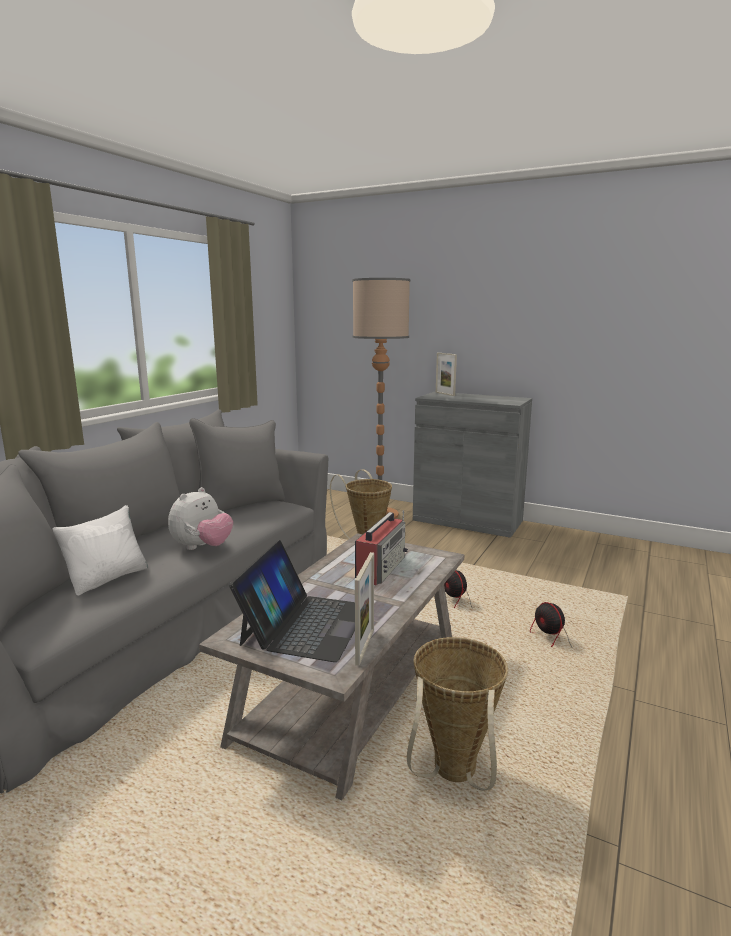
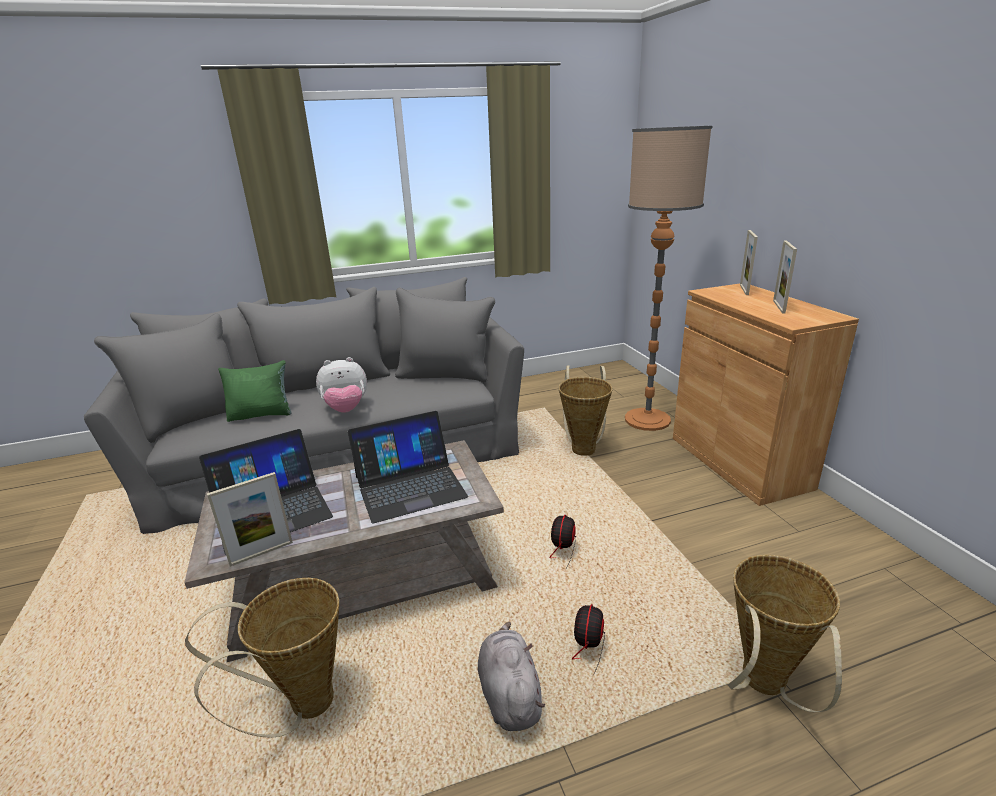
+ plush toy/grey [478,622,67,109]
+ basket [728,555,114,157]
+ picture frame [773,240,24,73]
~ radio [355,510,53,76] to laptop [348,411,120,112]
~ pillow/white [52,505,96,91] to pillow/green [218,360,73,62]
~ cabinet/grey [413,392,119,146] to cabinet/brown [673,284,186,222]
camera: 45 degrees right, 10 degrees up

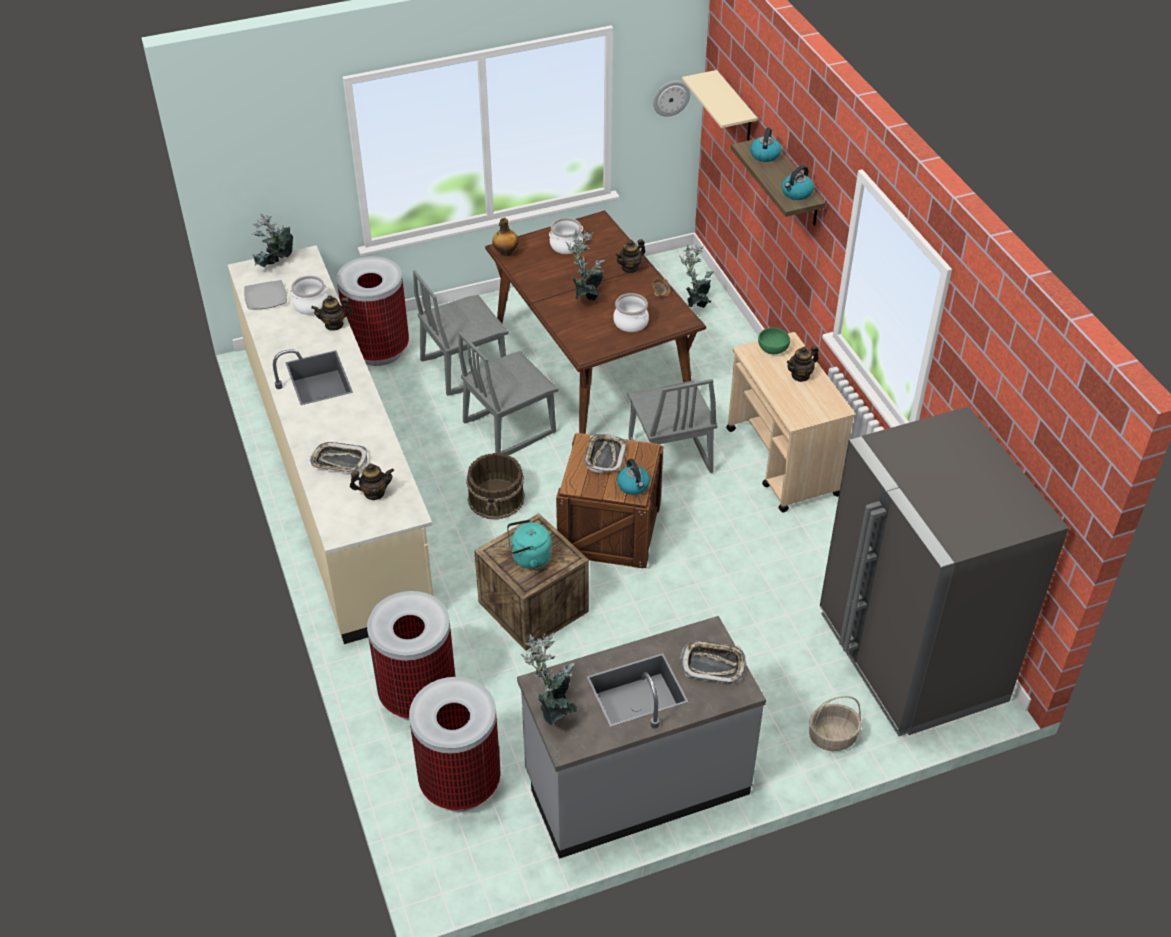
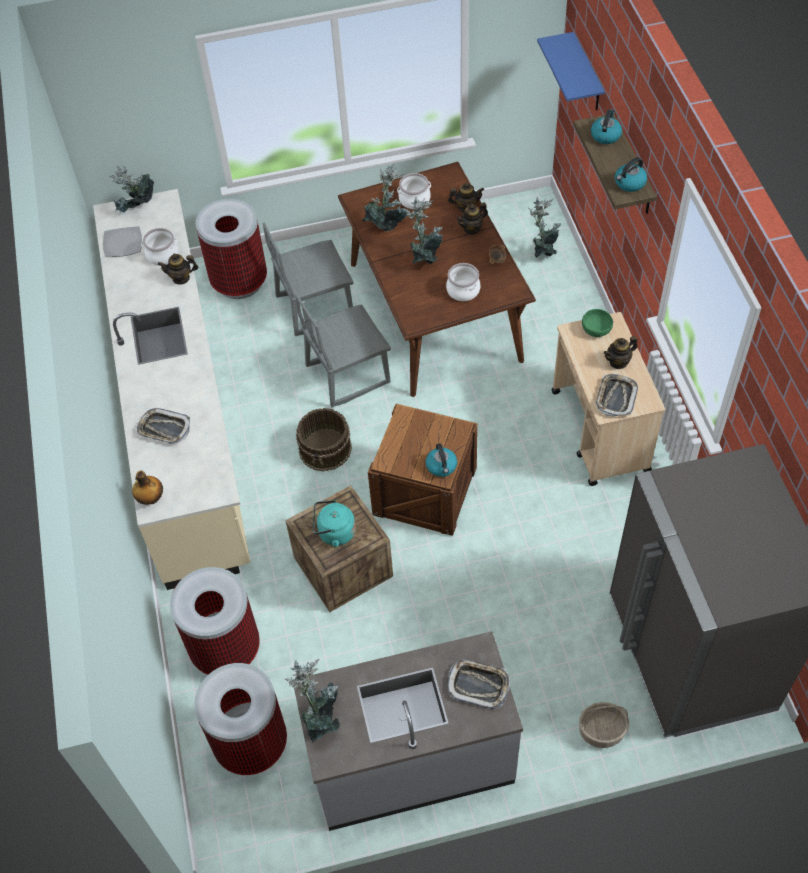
- chair/grey [628,379,90,94]
- wall clock [653,81,37,36]
+ potted plant [362,163,49,69]
~ teapot [350,463,44,37] to [448,182,36,30]
~ bottle [492,218,26,38] to [132,471,31,34]
~ tray [584,434,42,40] to [596,374,42,43]
~ shelf/beige [682,70,75,71] to shelf/blue [537,32,68,78]
camera: 10 degrees right, 10 degrees up

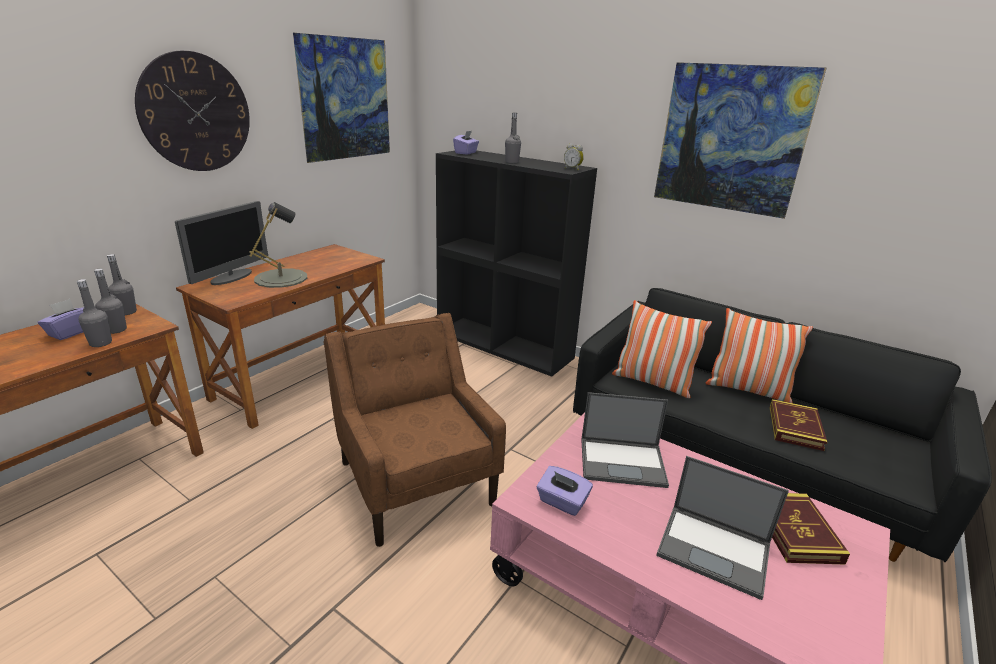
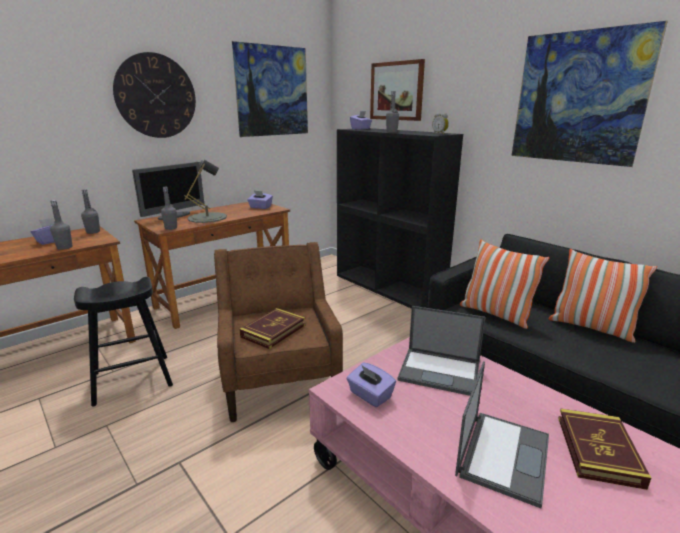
+ stool/black [74,277,99,129]
+ tissue box/purple [247,191,26,18]
+ picture [370,59,55,62]
~ bottle/grey [94,268,33,66] to [161,187,16,43]
~ book [770,399,57,52] to [239,308,66,41]
~ laptop [656,456,133,144] = [455,361,94,147] 105 degrees counterclockwise
camera: 15 degrees right, 5 degrees down

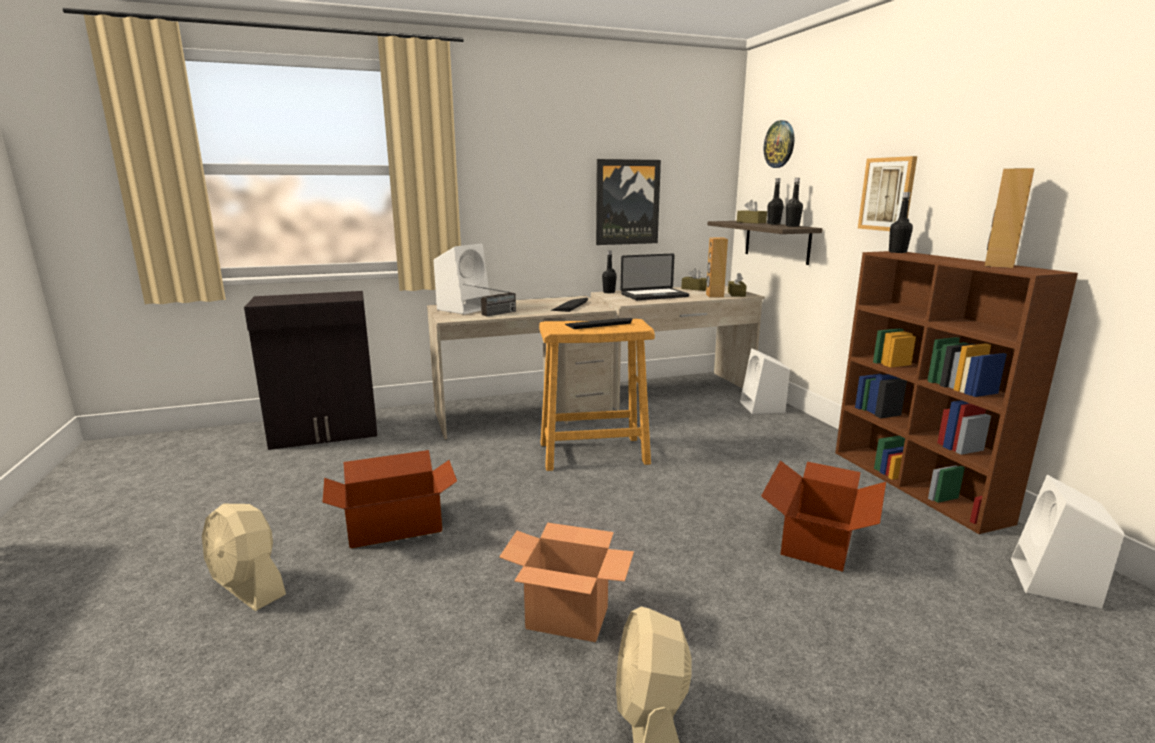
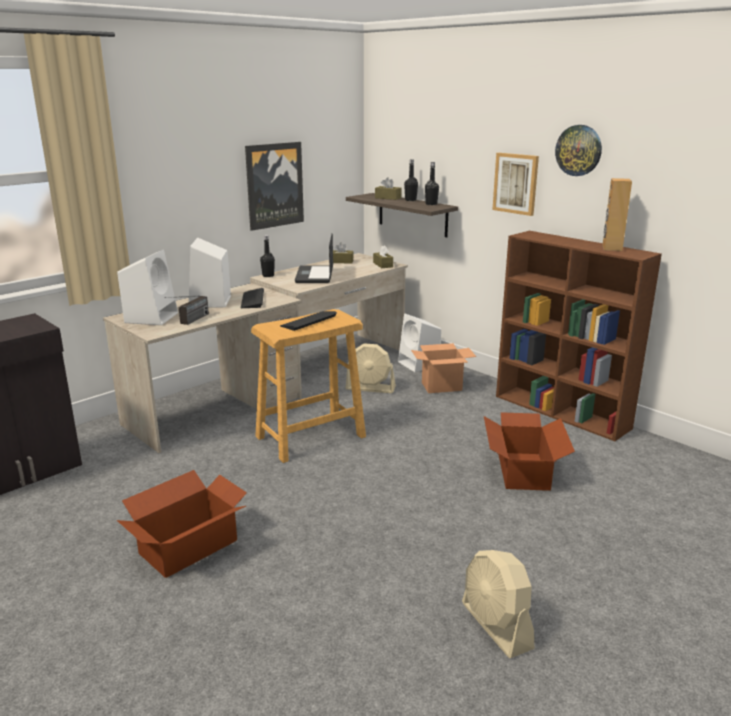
- speaker/brown [706,238,22,60]
- bottle/black [889,192,24,61]
~ fan/beige [202,504,84,107] to [346,344,50,49]
~ cardboard box [499,523,135,119] to [411,343,65,50]
~ wall clock [764,120,30,48] to [555,125,47,51]
~ speaker/white [1011,475,113,134] to [189,238,42,70]
~ laptop [621,253,68,47] = [295,234,38,49] 135 degrees clockwise
camera: 25 degrees left, 5 degrees up

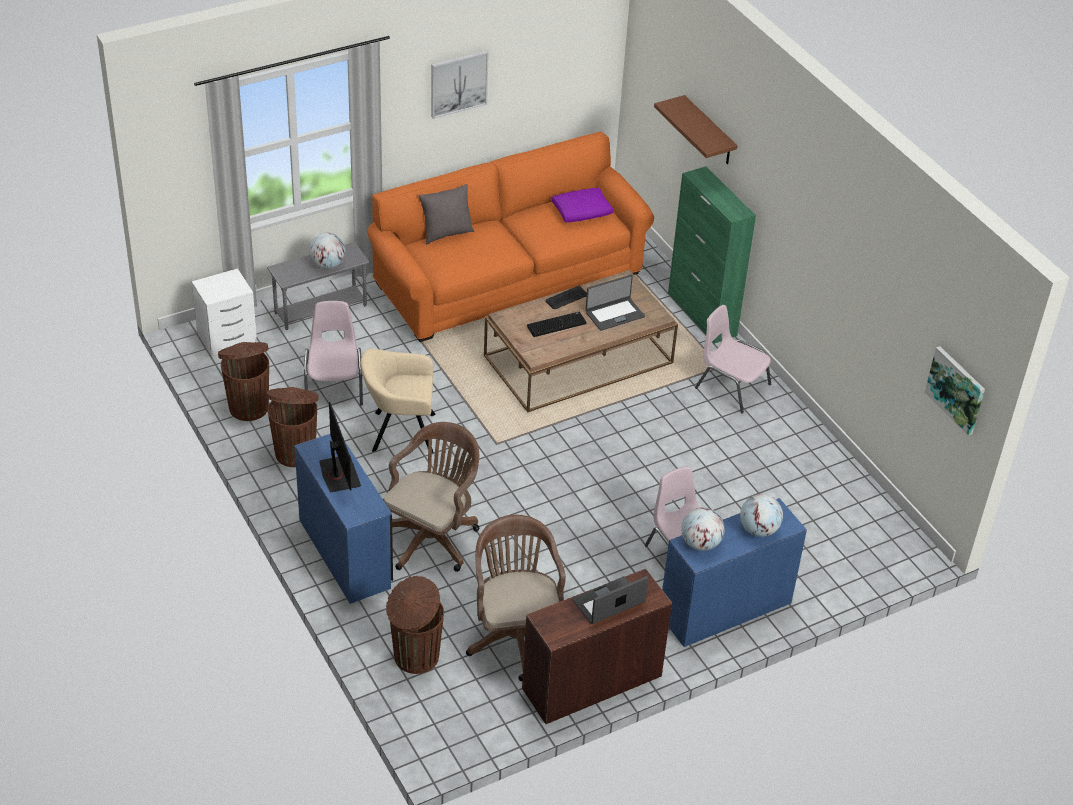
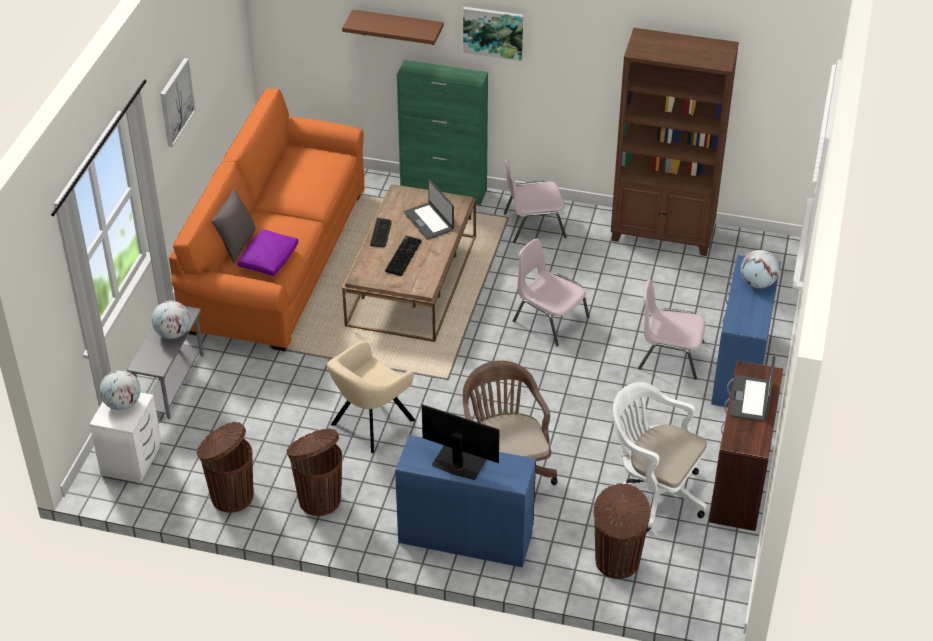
+ bookcase/brown [611,28,128,228]
~ chair/pink [304,301,59,105] to [513,239,77,108]
~ pillow/purple [551,188,63,35] to [237,229,61,47]
~ globe [681,507,44,44] to [99,370,42,40]
~ picture [925,346,60,90] to [463,7,60,54]
~ office chair/brown [466,514,100,167] to office chair/white [610,382,98,150]
~ laptop [585,275,60,56] = [403,179,51,61] 135 degrees clockwise
camera: 45 degrees left, 0 degrees up

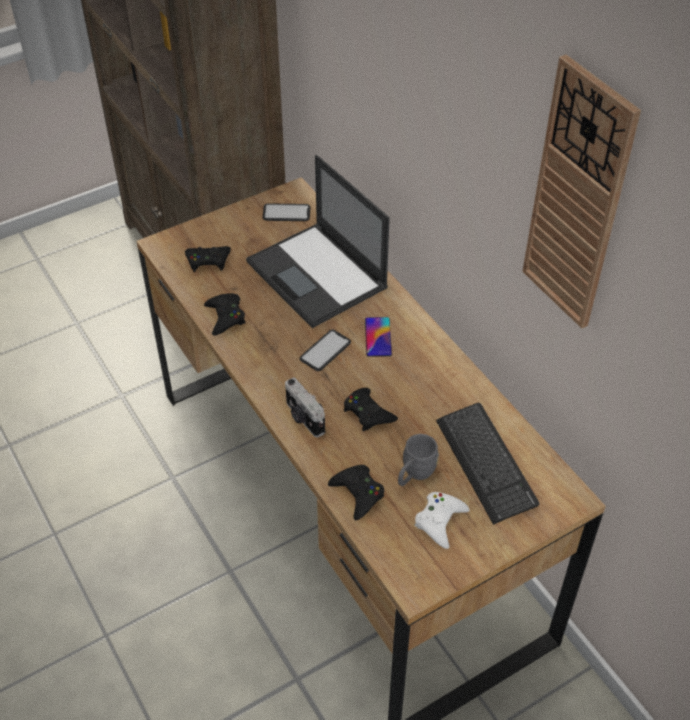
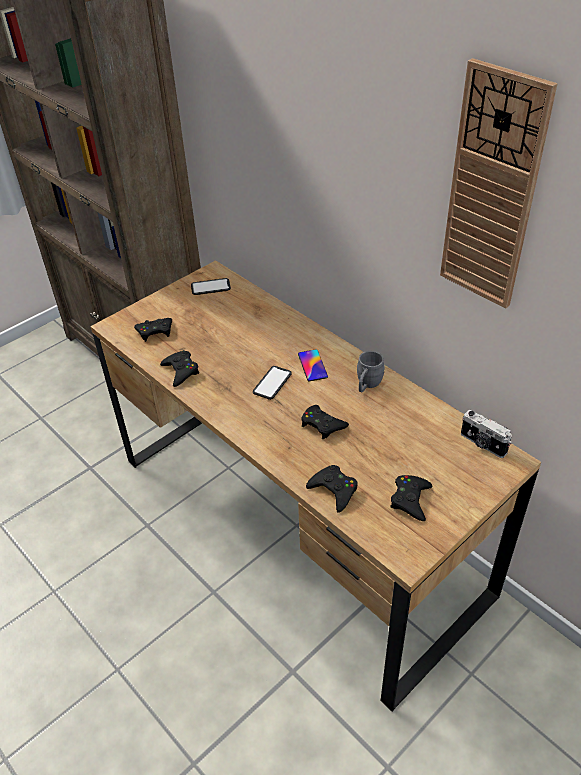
- laptop [246,155,144,173]
- keyboard [436,403,103,122]
~ photo camera [285,377,40,60] to [461,410,51,48]
~ mug/grey [398,434,41,52] to [357,351,28,41]
~ game controller/white [415,492,55,57] to game controller/black [390,475,42,46]
camera: 10 degrees left, 5 degrees down

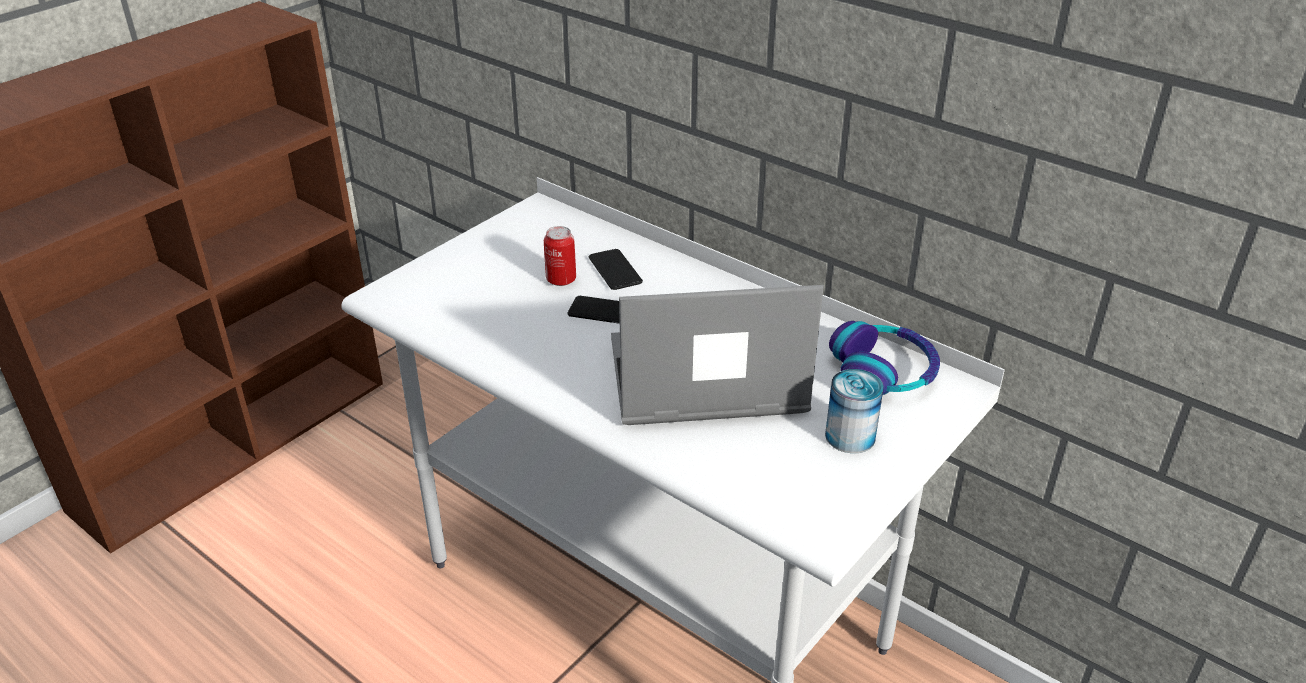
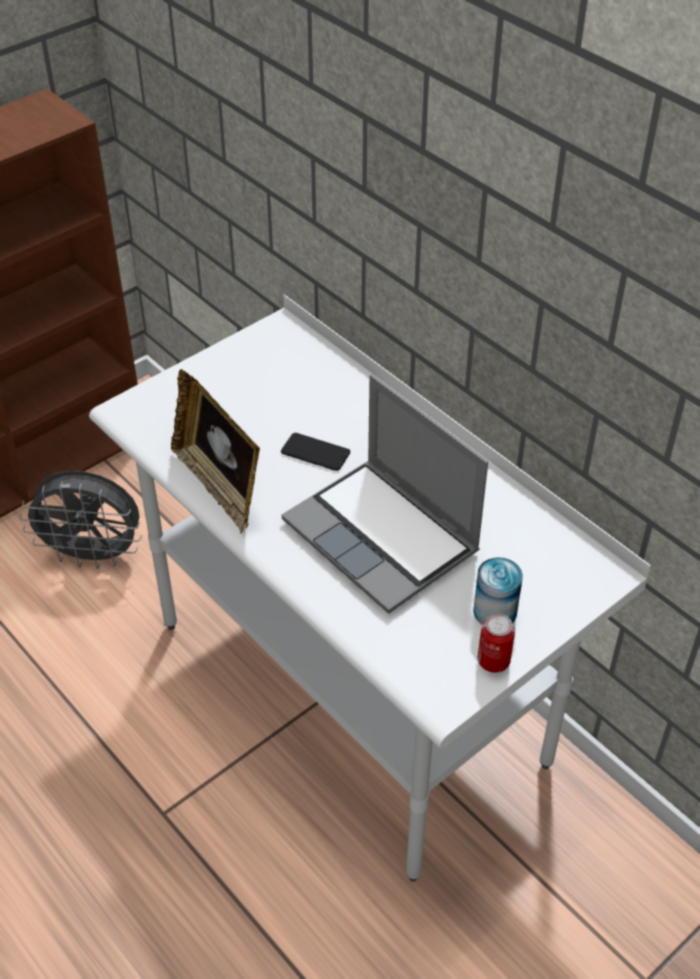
- phone [589,249,54,41]
- headphones [829,321,111,74]
+ fan/grey [19,471,123,98]
+ picture frame [171,369,89,164]
~ can [544,226,32,60] to [477,614,38,59]
~ laptop [611,285,213,140] = [282,375,206,239] 135 degrees counterclockwise
camera: 10 degrees right, 10 degrees up

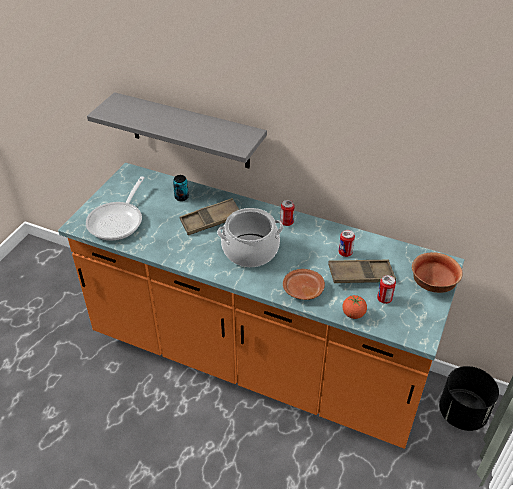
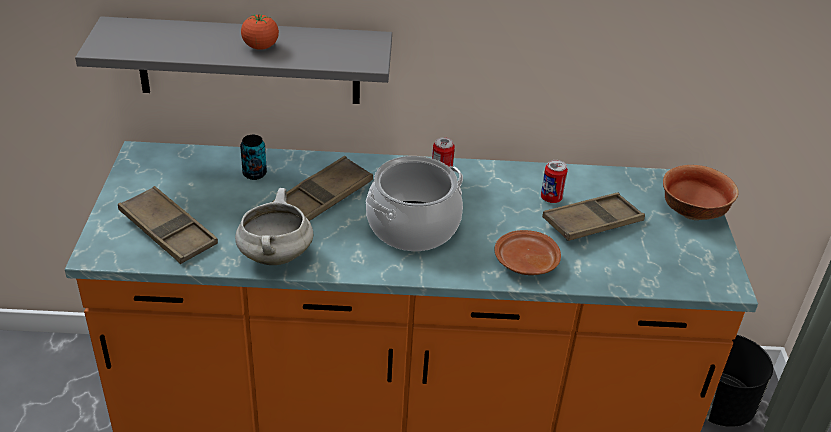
- can [377,275,19,29]
+ cooking pot/white [235,188,78,77]
~ tomato [342,295,25,24] to [241,14,38,36]
~ frying pan [86,176,59,65] to tray/brown [118,186,100,78]
camera: 25 degrees left, 5 degrees down

